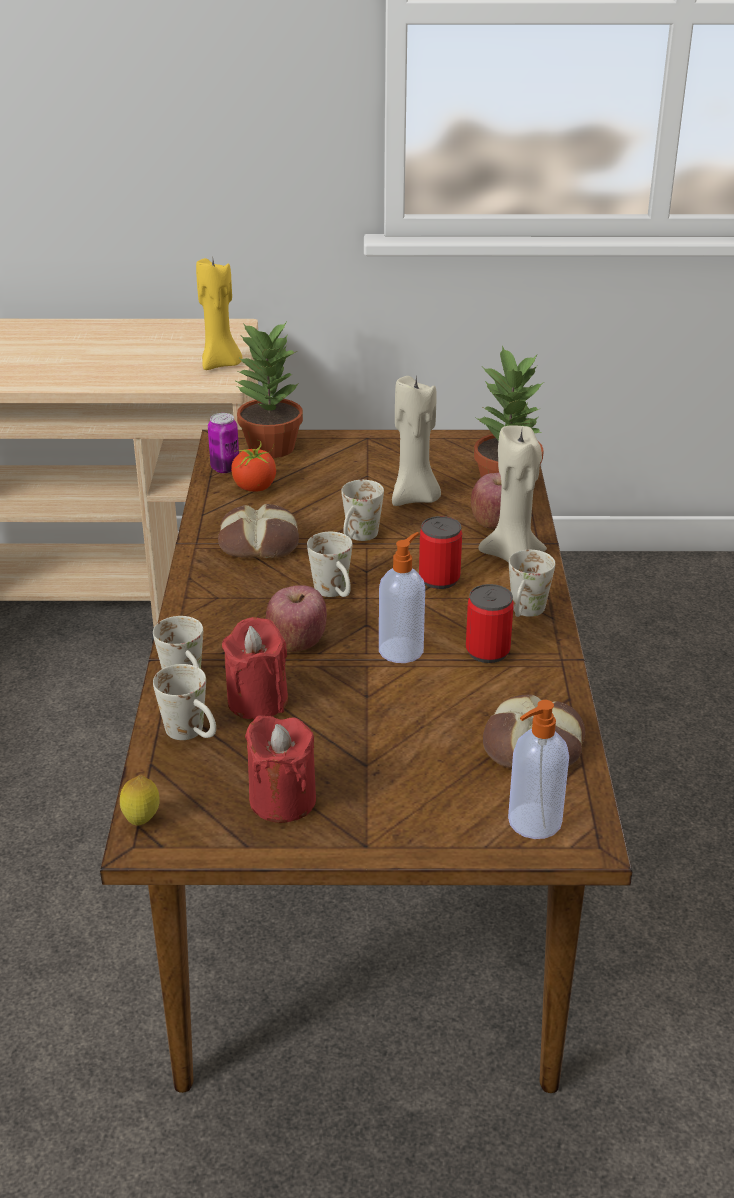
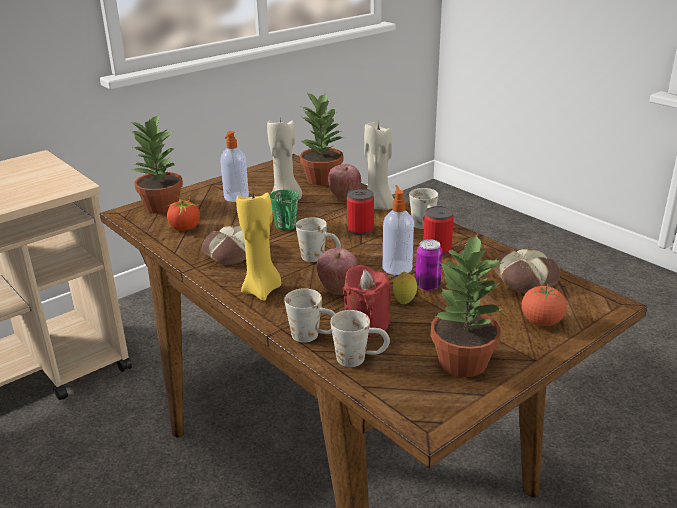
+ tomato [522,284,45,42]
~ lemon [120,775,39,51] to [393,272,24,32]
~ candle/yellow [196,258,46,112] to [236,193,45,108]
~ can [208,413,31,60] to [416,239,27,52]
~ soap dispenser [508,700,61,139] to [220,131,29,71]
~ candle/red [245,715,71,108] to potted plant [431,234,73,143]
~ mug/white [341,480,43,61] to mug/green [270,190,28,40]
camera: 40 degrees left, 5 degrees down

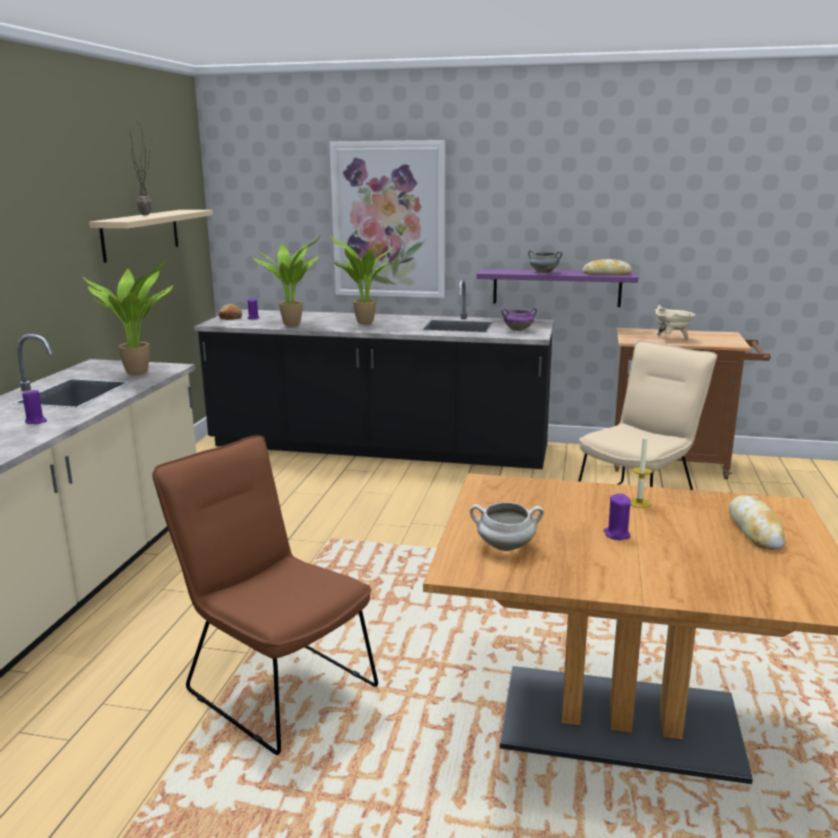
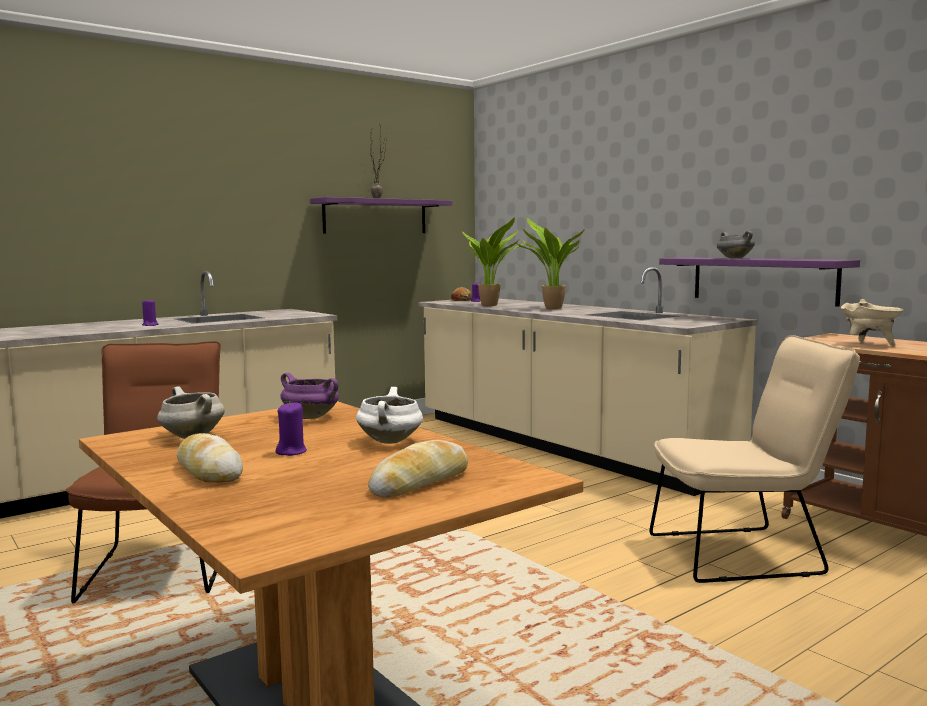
- potted plant [83,260,90,115]
- picture [329,140,116,158]
~ cooking pot/purple [501,308,36,23] to [281,373,58,46]
~ bread [582,259,50,16] to [177,433,66,50]
~ candle [630,432,22,76] to cooking pot/white [356,387,67,57]
~ shelf/beige [89,210,124,53] to shelf/purple [310,197,142,37]
~ counter/black [194,279,360,190] to counter/beige [418,267,340,229]
camera: 40 degrees right, 10 degrees down

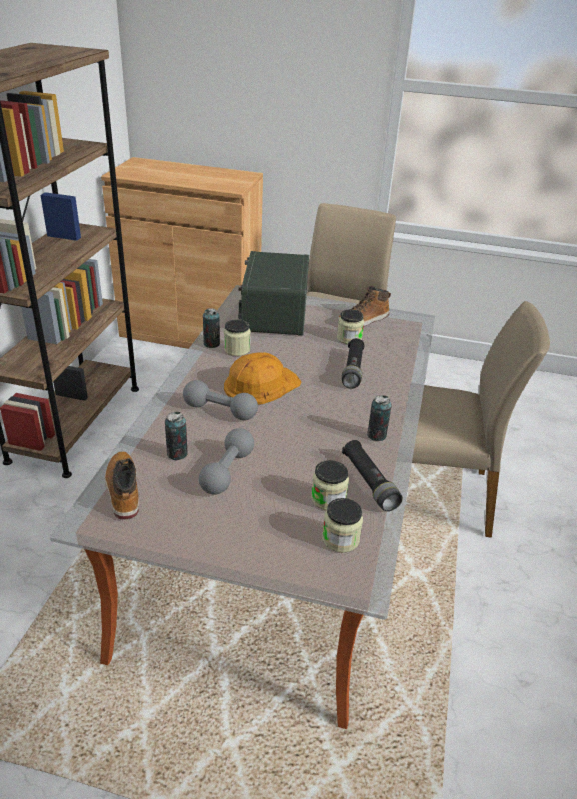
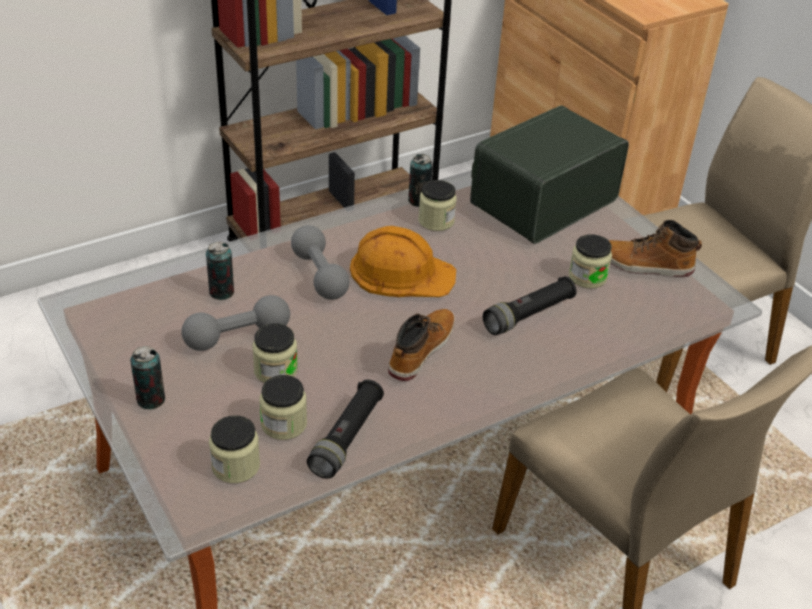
+ jar [252,323,46,60]
~ boot [105,451,34,68] to [388,309,67,72]
~ can [367,395,25,46] to [130,346,35,63]
camera: 45 degrees right, 5 degrees up

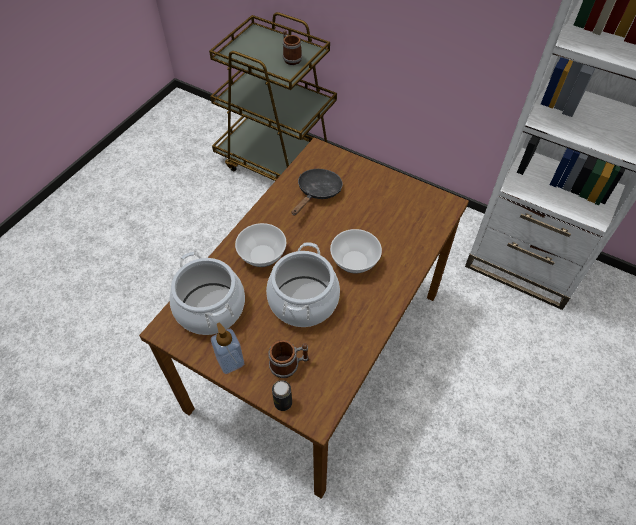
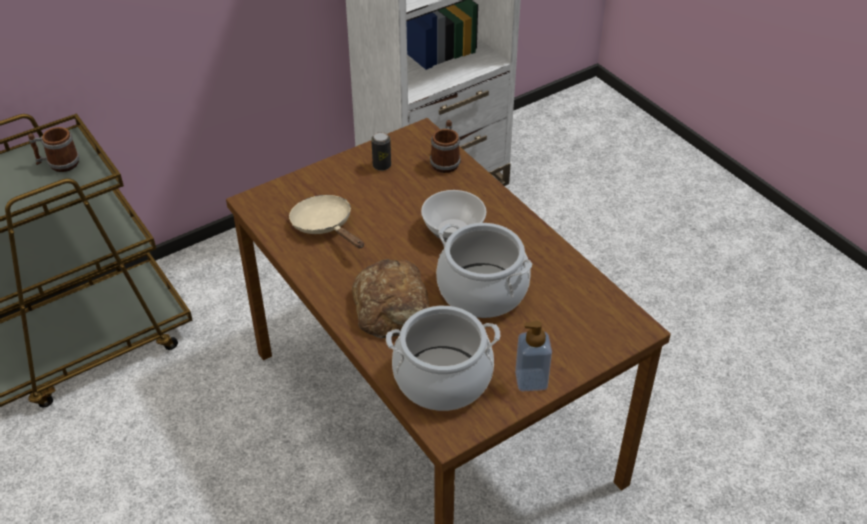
~ mug [268,340,41,38] to [430,120,31,53]
~ can [272,380,20,31] to [371,132,20,39]
~ bowl [235,223,52,44] to bread [352,259,77,79]
~ frying pan/black [292,169,51,46] to frying pan/beige [289,195,75,54]
camera: 65 degrees left, 10 degrees down

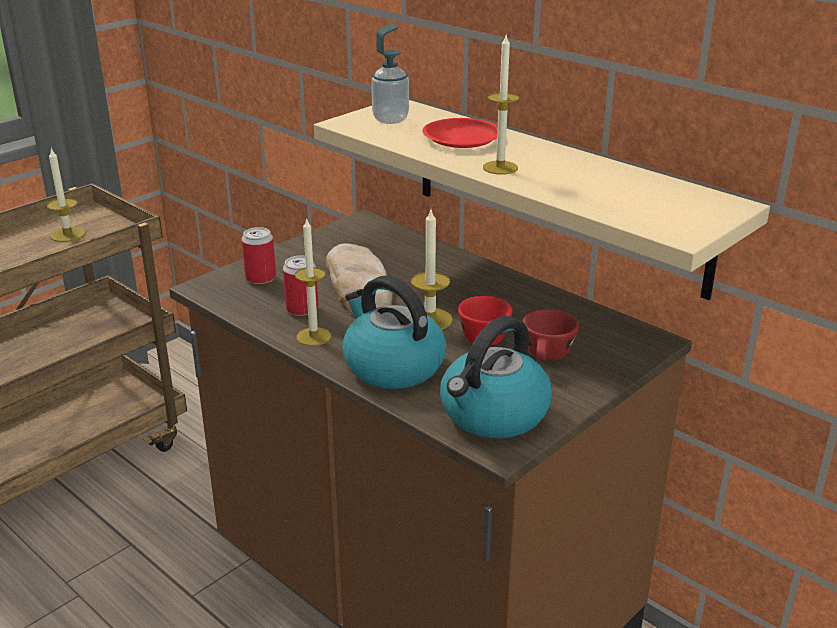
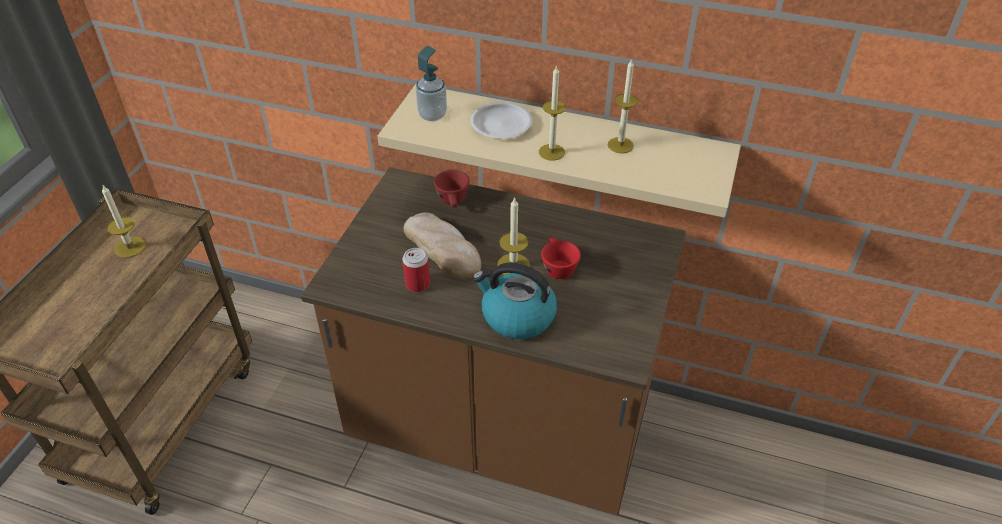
- can [242,227,34,57]
- kettle [440,316,112,122]
~ candle [295,217,36,129] to [608,59,30,95]
~ cup/red [523,309,56,51] to [434,170,36,37]
~ plate/red [422,118,76,30] to plate/white [470,102,62,36]
camera: 25 degrees left, 15 degrees up

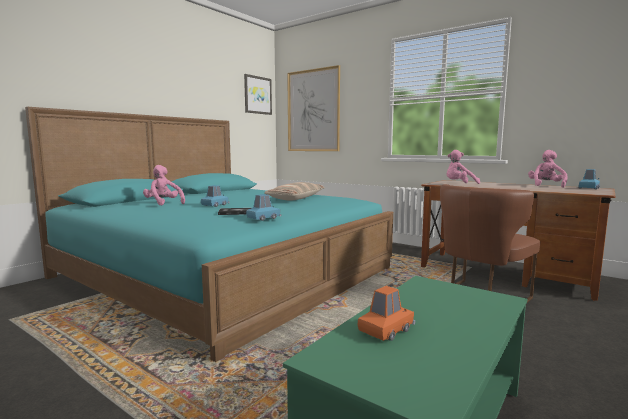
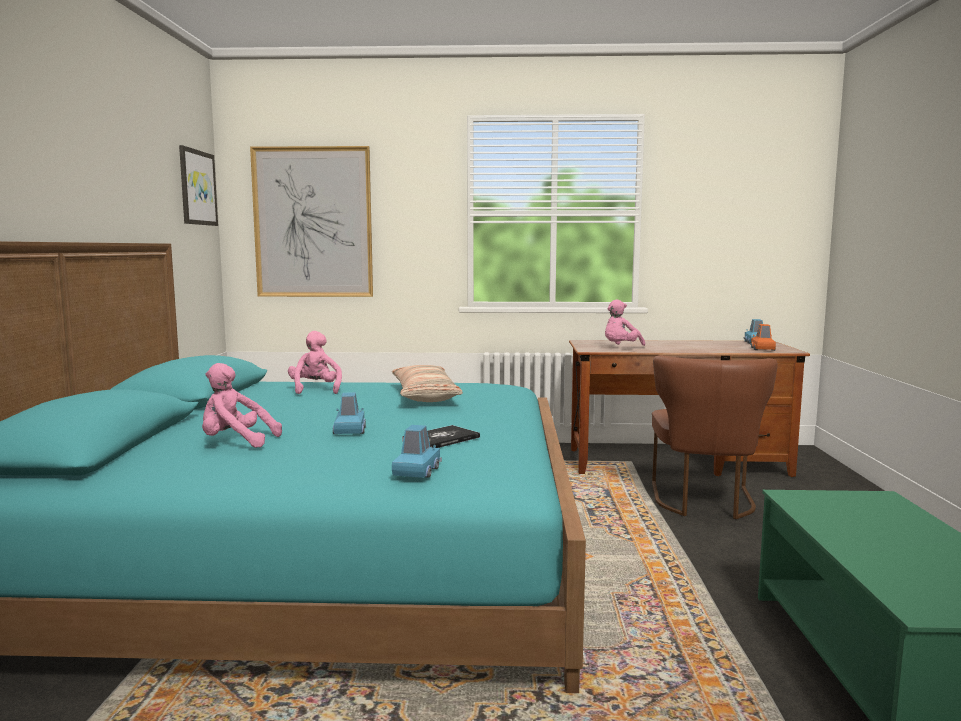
~ toy car/blue [246,194,36,27] to [392,425,50,53]
~ toy car/orange [358,286,57,55] to [750,324,26,27]
~ plush toy/pink [528,150,40,38] to [288,331,54,63]
camera: 35 degrees left, 0 degrees up

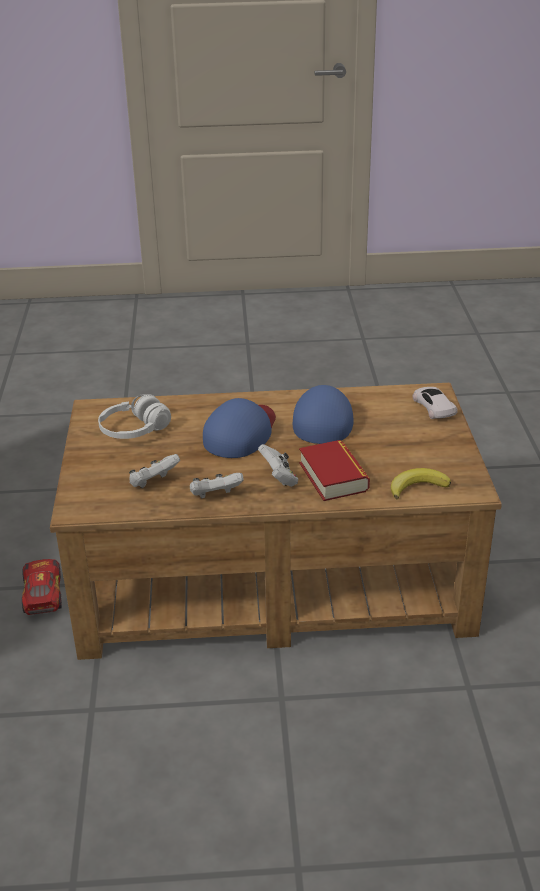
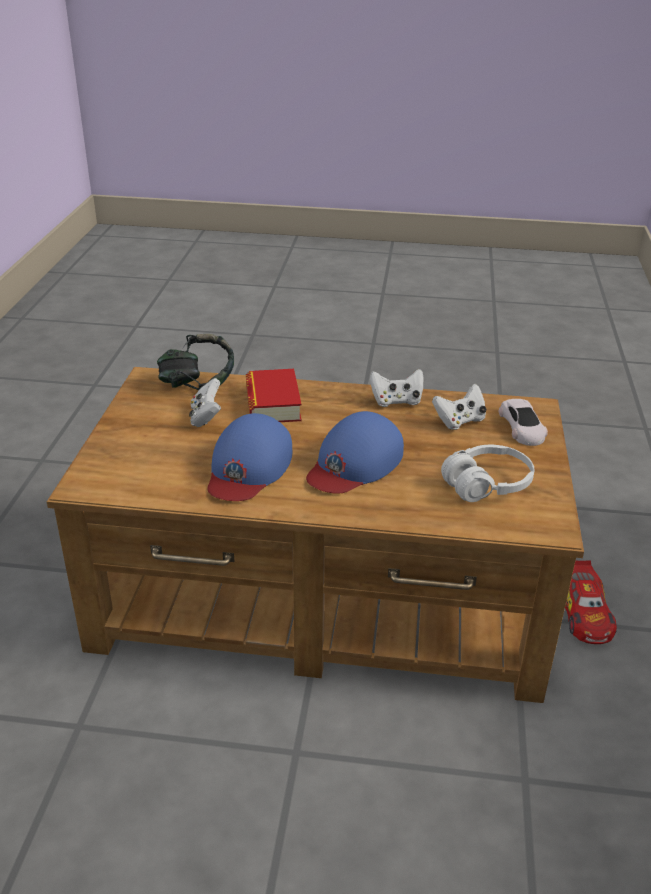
~ game controller/white [258,444,40,43] to [189,378,32,49]
~ toy car/white [413,387,45,32] to [499,399,49,47]
~ banana [390,468,61,32] to headphones [157,334,77,56]
camera: 170 degrees left, 0 degrees up

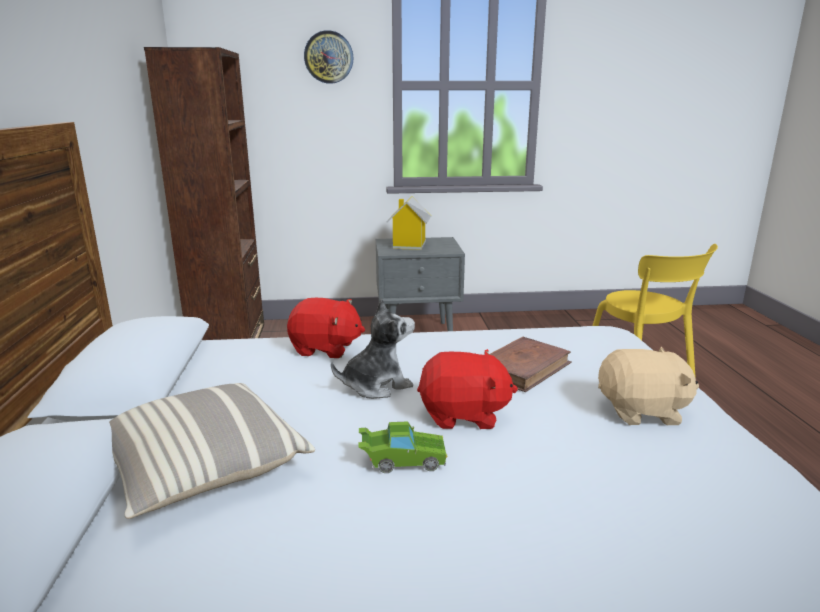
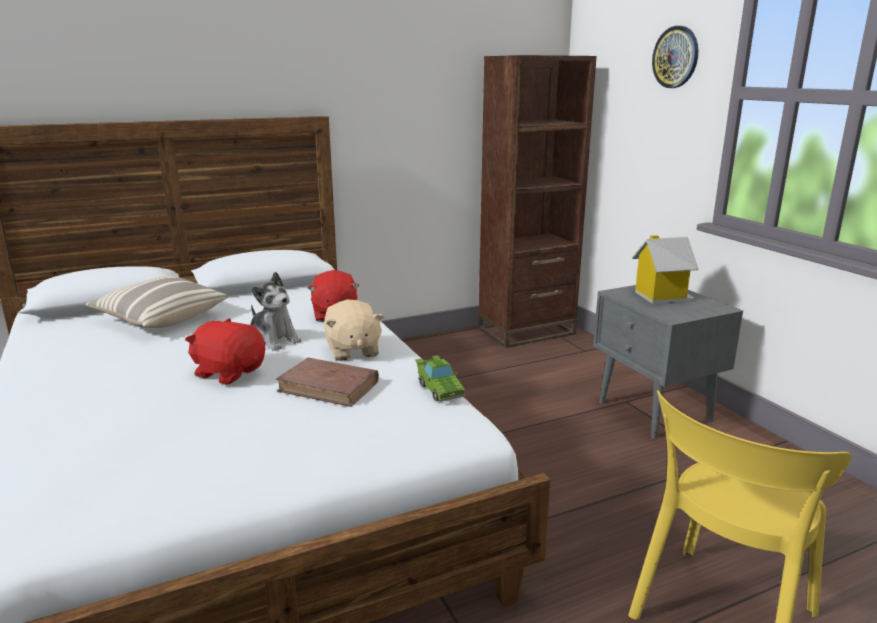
~ toy car/green [358,422,89,51] to [415,355,50,47]
~ plush toy/beige [598,347,101,78] to [324,300,60,61]
~ plush toy/red [417,349,101,80] = [185,318,80,67] 135 degrees clockwise
camera: 70 degrees right, 0 degrees up

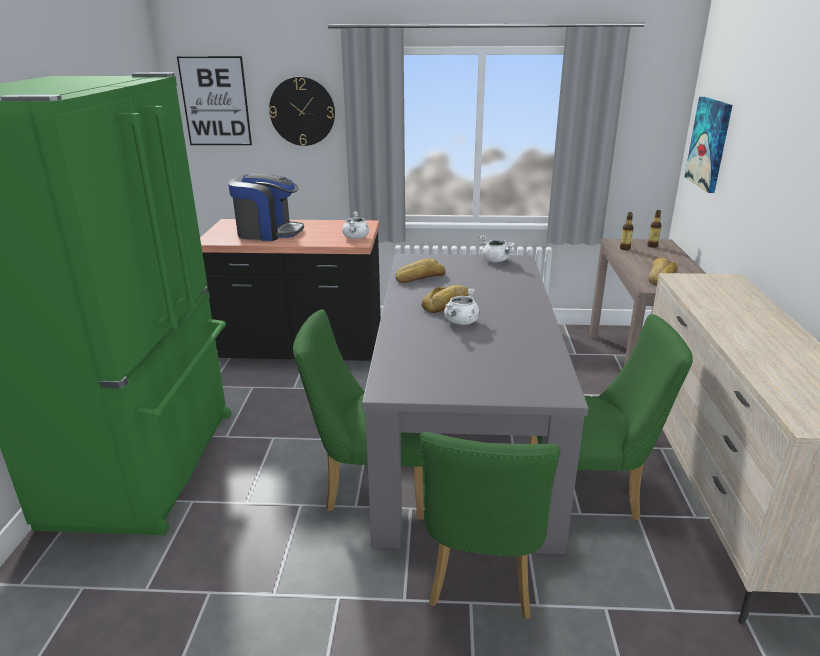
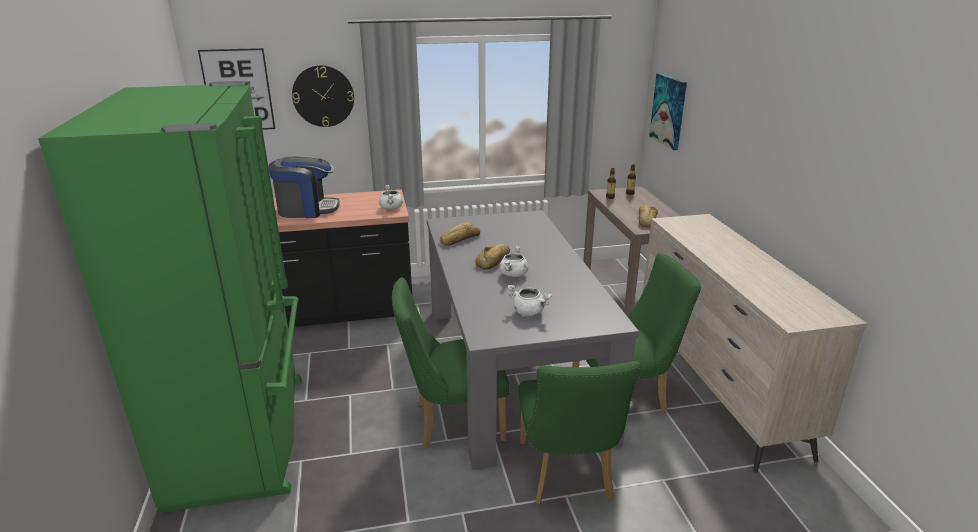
~ cooking pot/white [479,235,36,27] to [507,285,45,31]
camera: 15 degrees left, 0 degrees up

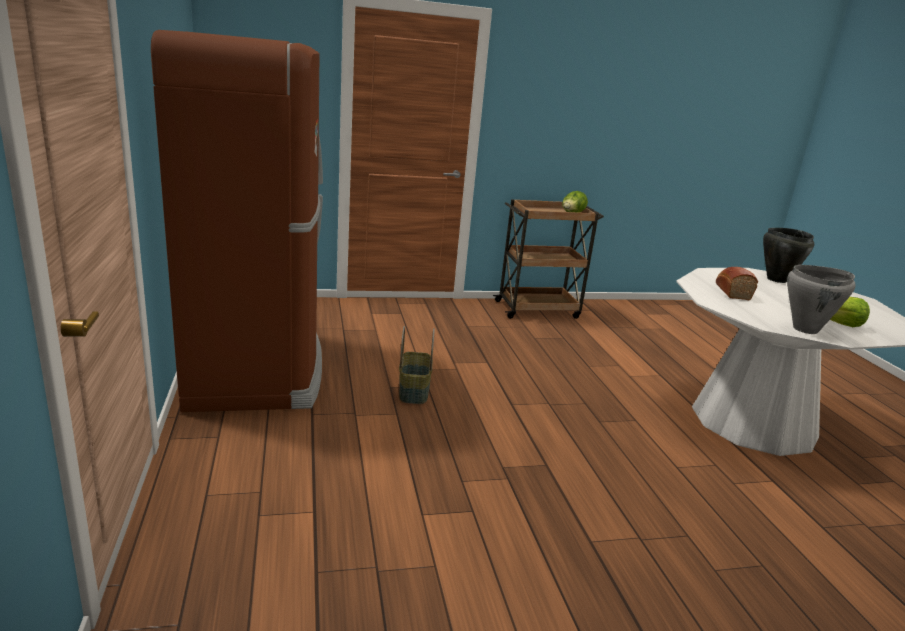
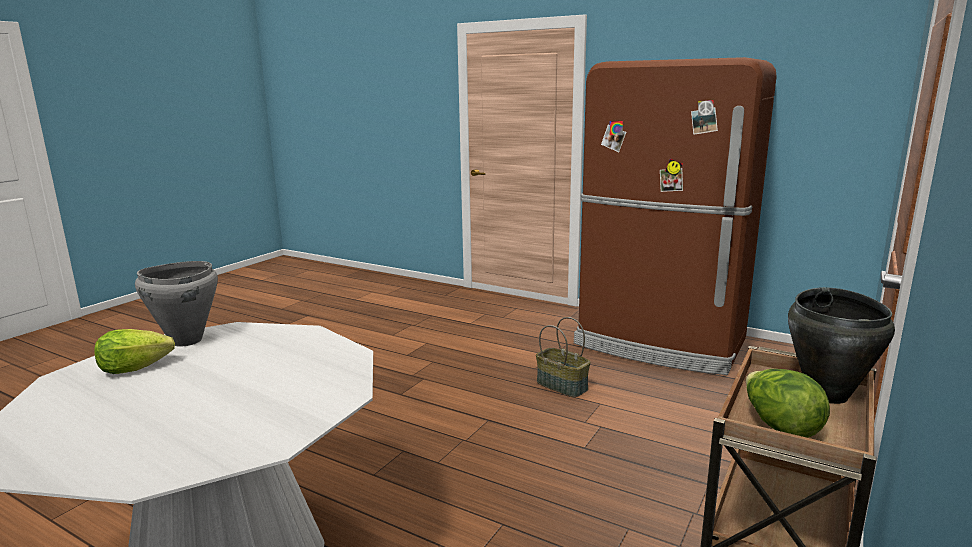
- bread [716,267,42,33]
~ cooking pot/black [763,228,51,55] to [788,287,107,117]
camera: 135 degrees right, 5 degrees down

